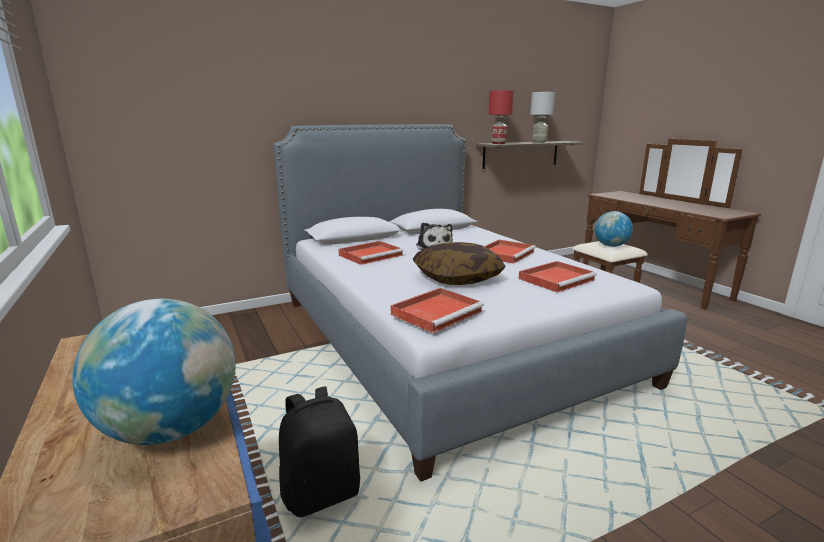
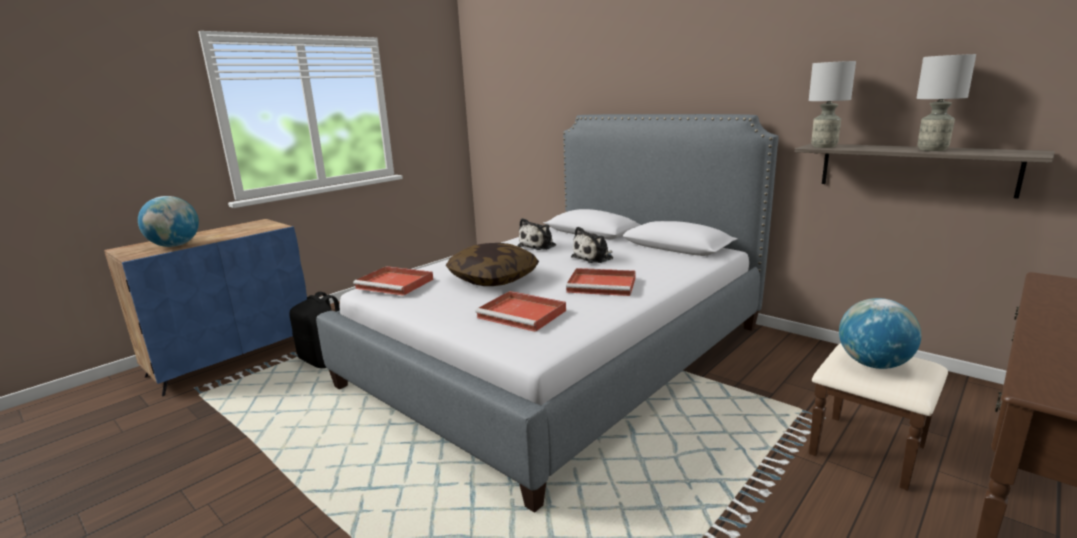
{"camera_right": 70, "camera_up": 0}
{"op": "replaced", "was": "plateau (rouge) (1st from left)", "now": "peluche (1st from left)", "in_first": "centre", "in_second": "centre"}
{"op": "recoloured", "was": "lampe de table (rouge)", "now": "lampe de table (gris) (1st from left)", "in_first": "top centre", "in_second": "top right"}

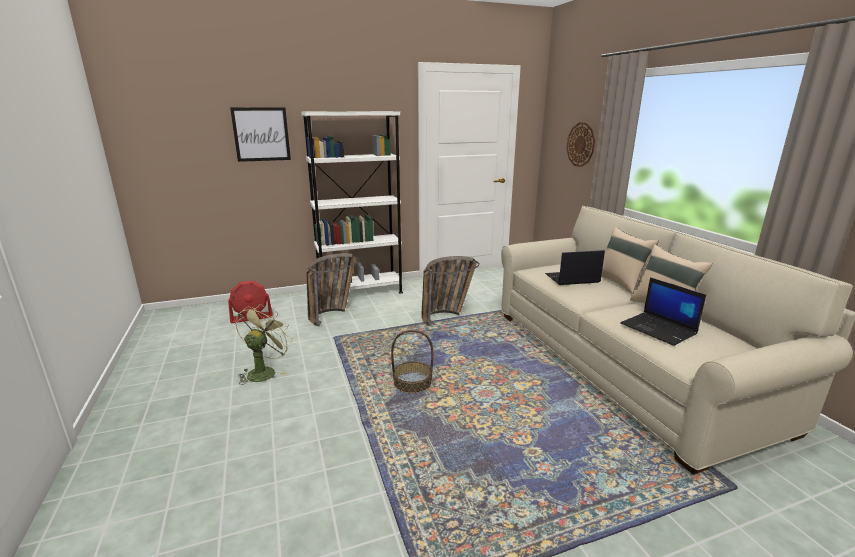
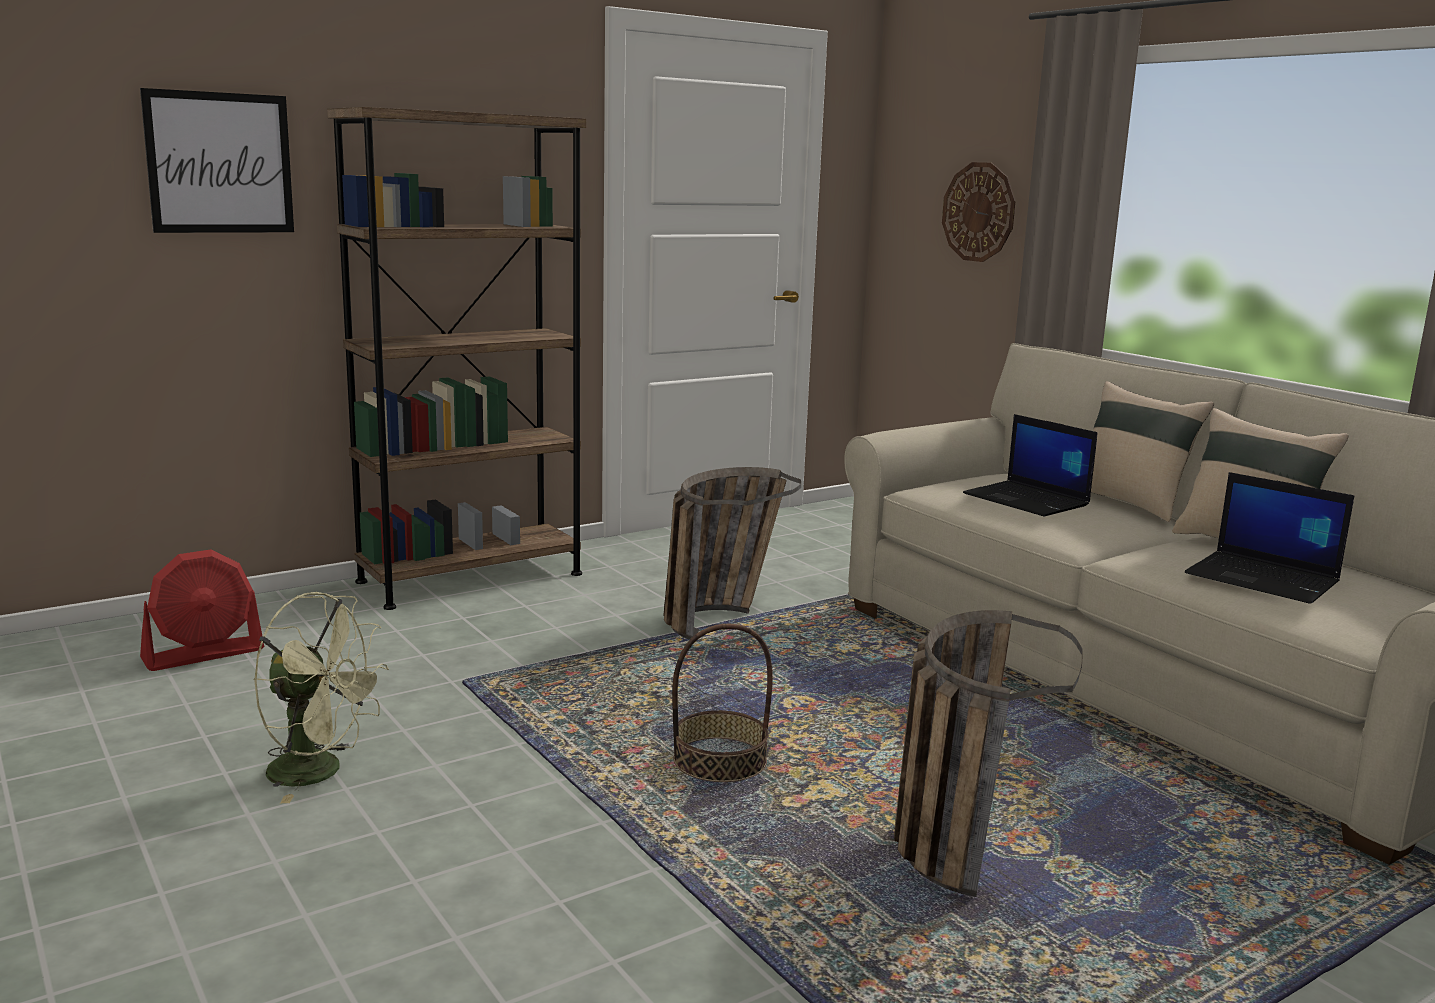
{"camera_right": -15, "camera_up": -5}
{"op": "turned", "was": "ventilateur (vert)", "in_first": "middle left", "in_second": "bottom left", "clockwise": 105}
{"op": "recoloured", "was": "bibliothèque (blanc)", "now": "bibliothèque (marron)", "in_first": "centre", "in_second": "middle left"}
{"op": "moved", "was": "panier (1st from left in the first image)", "now": "panier (3rd from left)", "in_first": "centre", "in_second": "bottom right"}
{"op": "turned", "was": "ordinateur portable (1st from left)", "in_first": "middle right", "in_second": "middle right", "clockwise": -105}

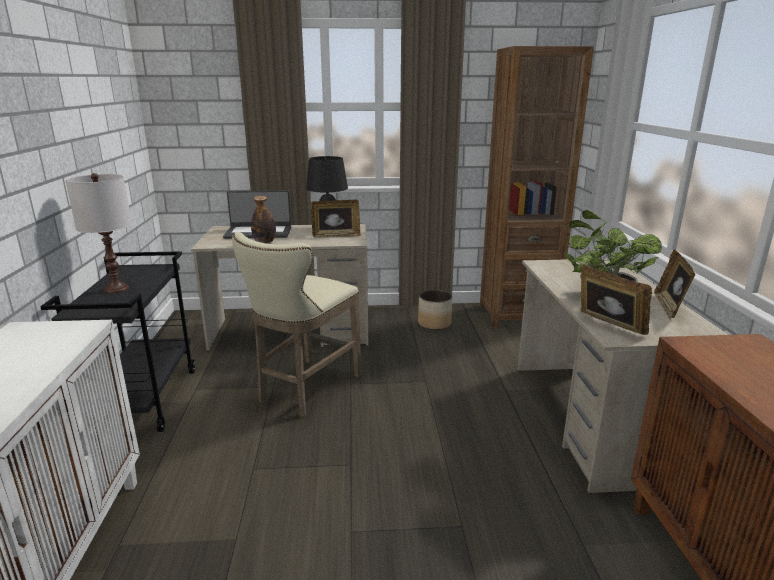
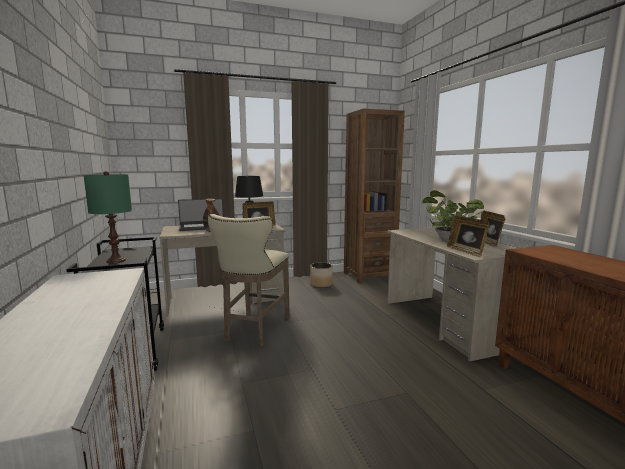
{"camera_right": -15, "camera_up": -10}
{"op": "recoloured", "was": "lampe de table (blanc)", "now": "lampe de table (vert)", "in_first": "middle left", "in_second": "middle left"}
{"op": "turned", "was": "cadre photo (2nd from left)", "in_first": "middle right", "in_second": "middle right", "clockwise": -150}

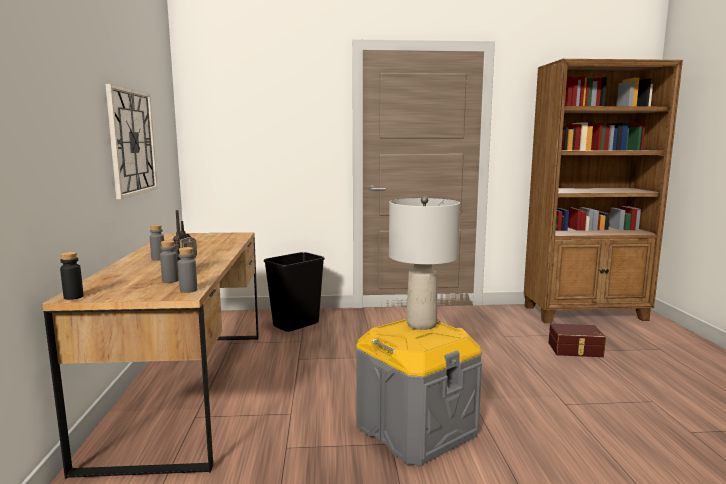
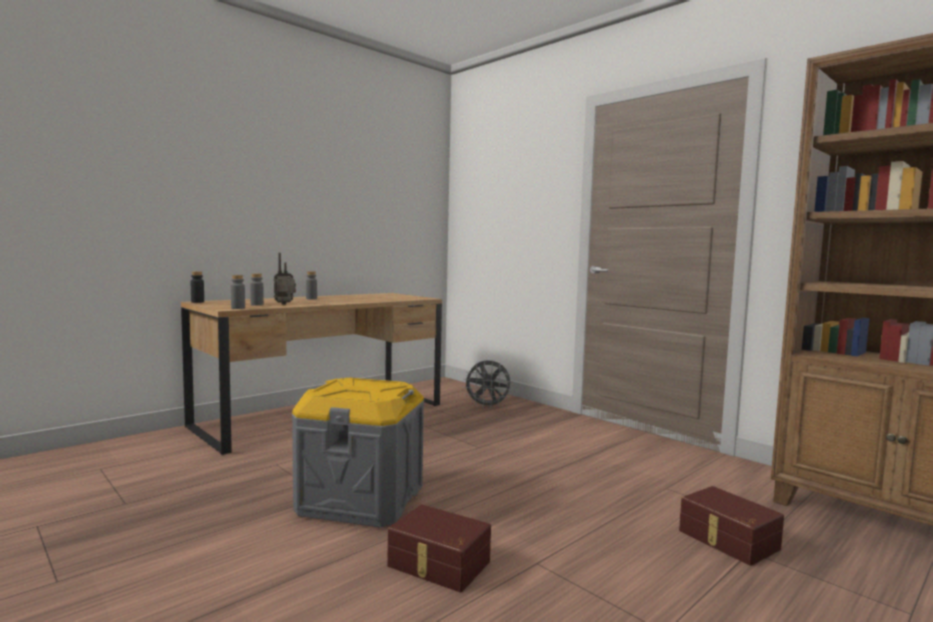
{"camera_right": 50, "camera_up": -5}
{"op": "removed", "was": "horloge murale", "in_first": "top left"}
{"op": "replaced", "was": "poubelle (noir)", "now": "ventilateur (gris)", "in_first": "centre", "in_second": "centre"}
{"op": "removed", "was": "lampe de table (gris)", "in_first": "centre"}
{"op": "added", "now": "boîte de rangement (marron) (1st from left)", "in_second": "bottom centre"}

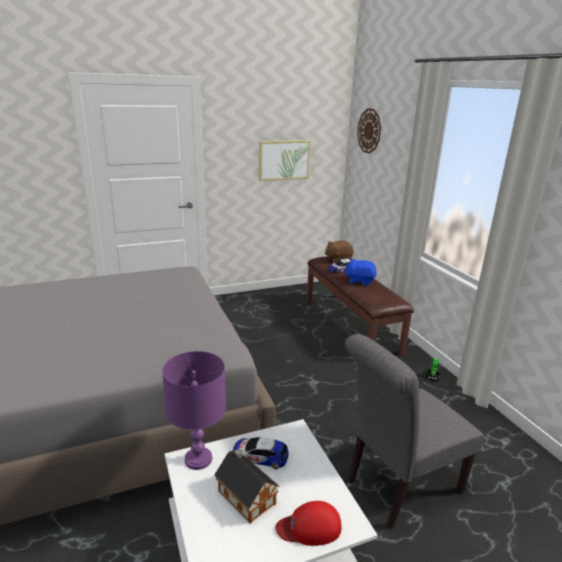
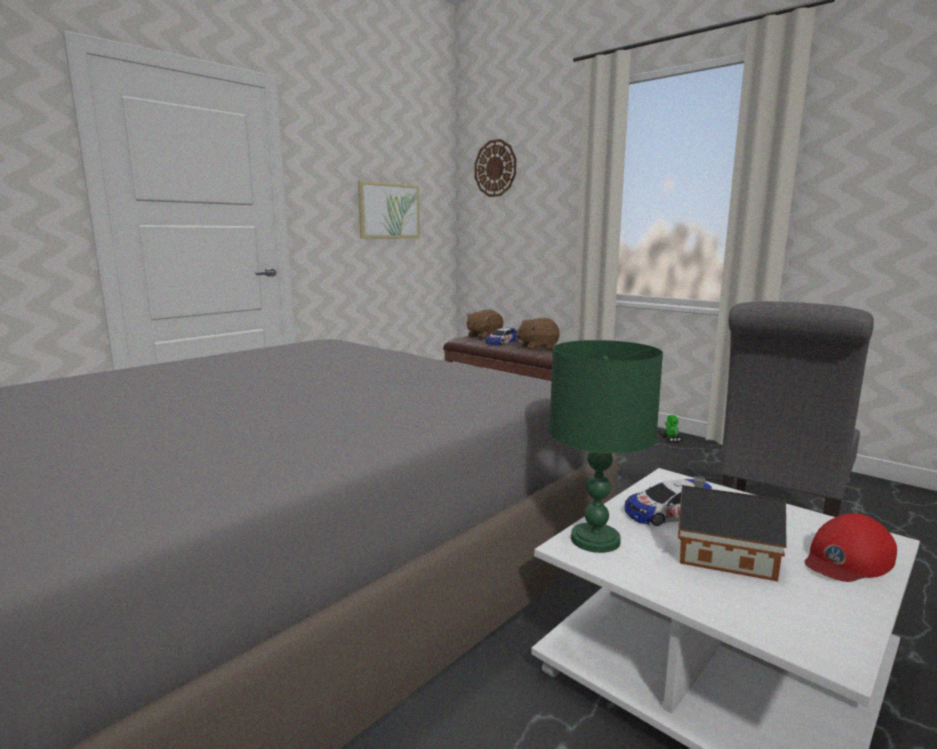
{"camera_right": -25, "camera_up": -10}
{"op": "recoloured", "was": "lampe de table (violet)", "now": "lampe de table (vert)", "in_first": "bottom centre", "in_second": "centre"}
{"op": "recoloured", "was": "peluche (bleu)", "now": "peluche (marron) (2nd from left)", "in_first": "centre", "in_second": "centre"}

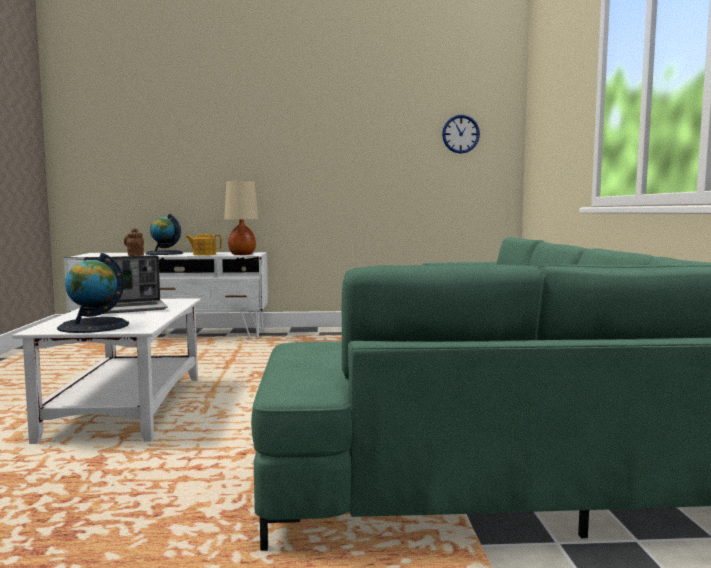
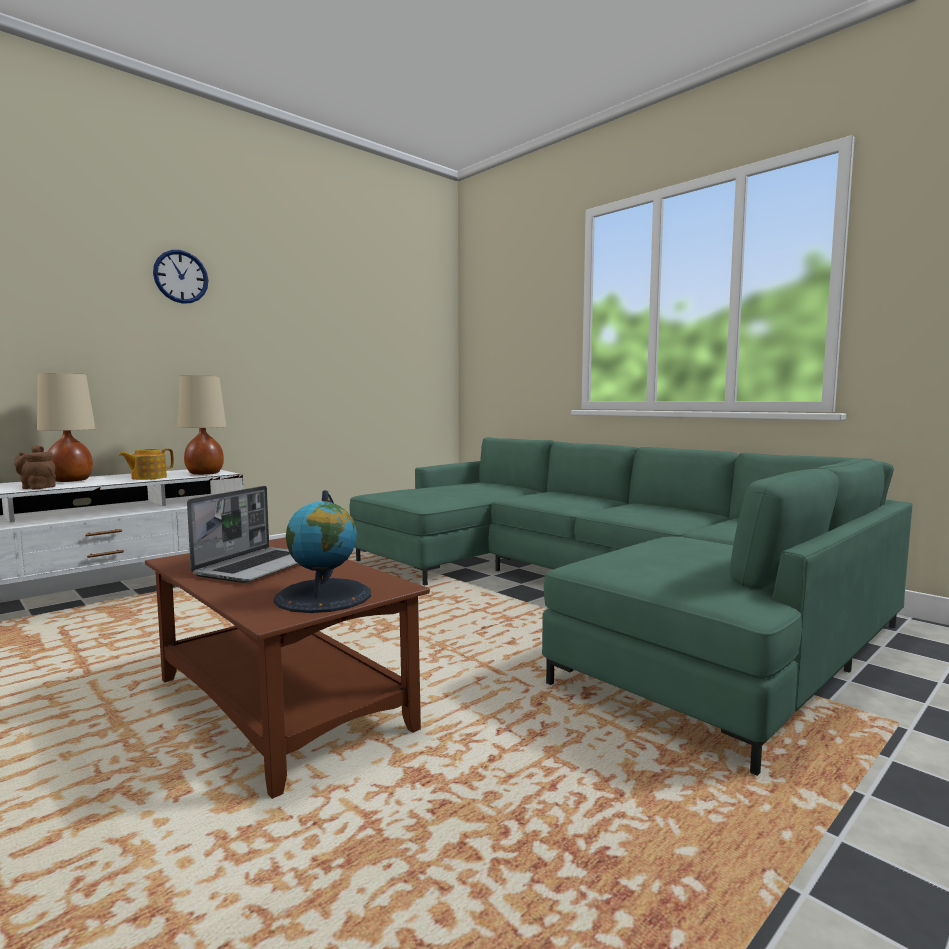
{"camera_right": -40, "camera_up": 0}
{"op": "recoloured", "was": "table basse (blanc)", "now": "table basse (marron)", "in_first": "middle left", "in_second": "bottom left"}
{"op": "replaced", "was": "globe (2nd from left)", "now": "lampe de table (beige) (1st from left)", "in_first": "middle left", "in_second": "middle left"}
{"op": "moved", "was": "horloge murale", "in_first": "top centre", "in_second": "top left"}

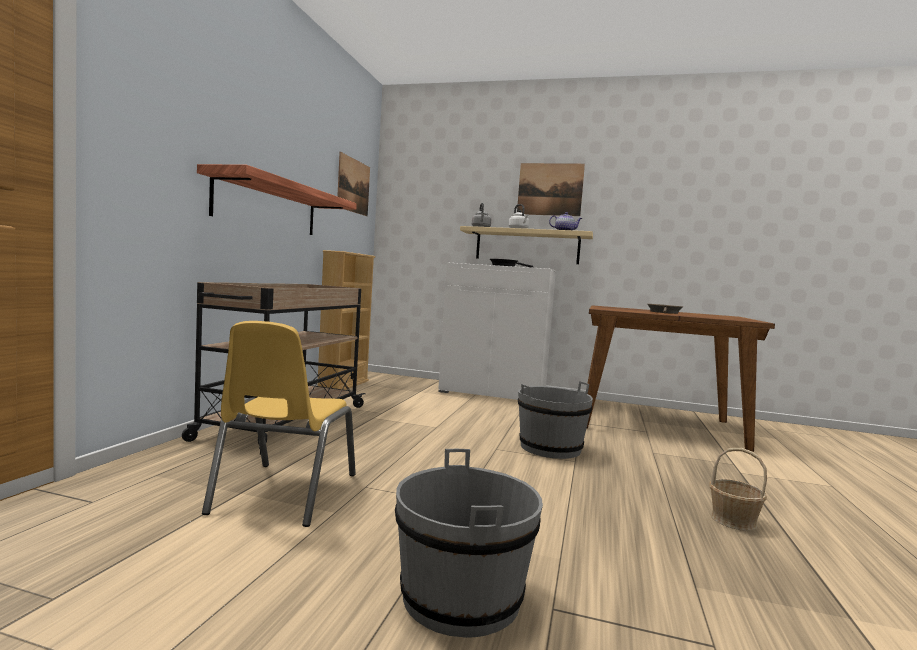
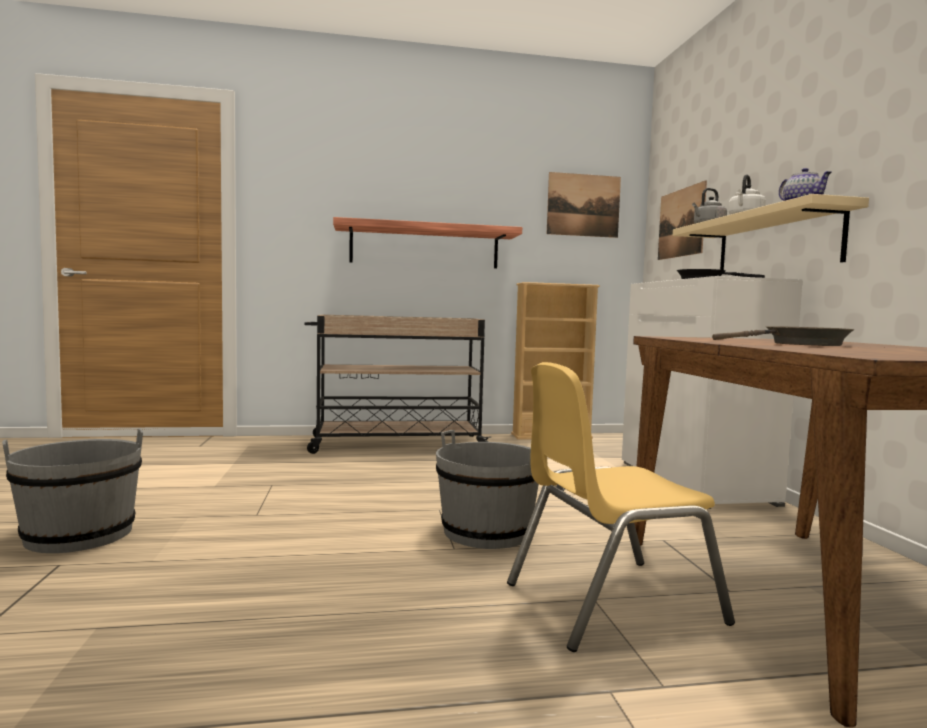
{"camera_right": 65, "camera_up": 0}
{"op": "moved", "was": "chaise (jaune)", "in_first": "middle left", "in_second": "bottom right"}
{"op": "moved", "was": "tableau (2nd from left)", "in_first": "top centre", "in_second": "top right"}
{"op": "removed", "was": "panier", "in_first": "bottom right"}

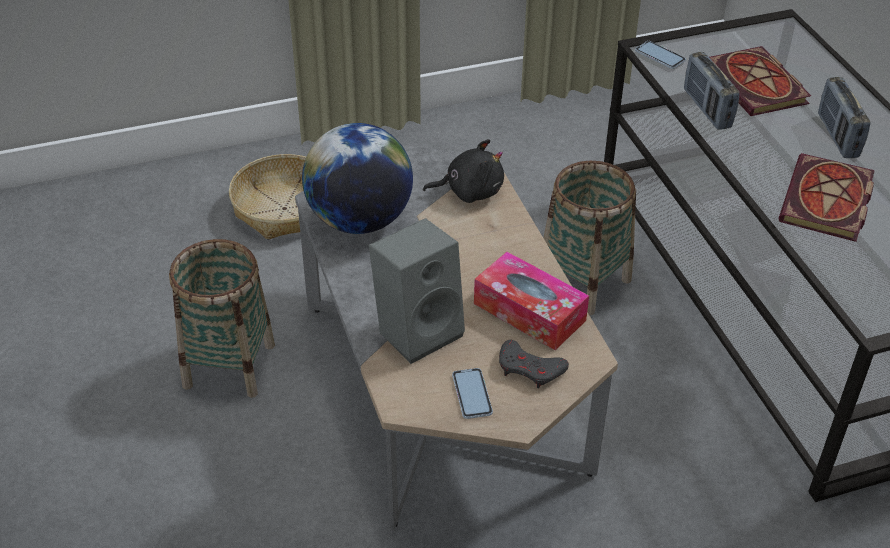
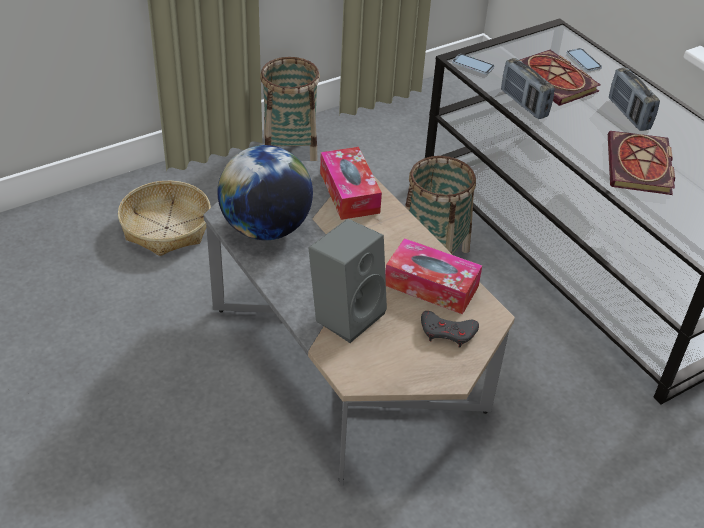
{"camera_right": -15, "camera_up": 0}
{"op": "moved", "was": "panier (1st from left in the first image)", "now": "panier (2nd from left)", "in_first": "middle left", "in_second": "top centre"}
{"op": "replaced", "was": "peluche (noir)", "now": "boîte à mouchoirs (1st from left)", "in_first": "top centre", "in_second": "centre"}
{"op": "moved", "was": "téléphone (1st from left in the first image)", "now": "téléphone (2nd from left)", "in_first": "bottom centre", "in_second": "top right"}

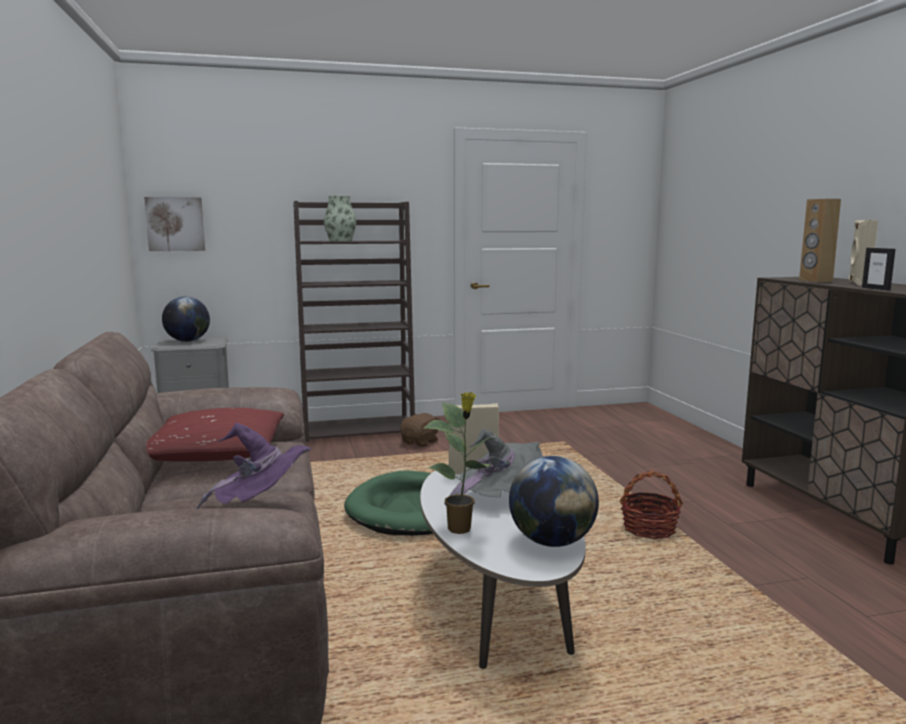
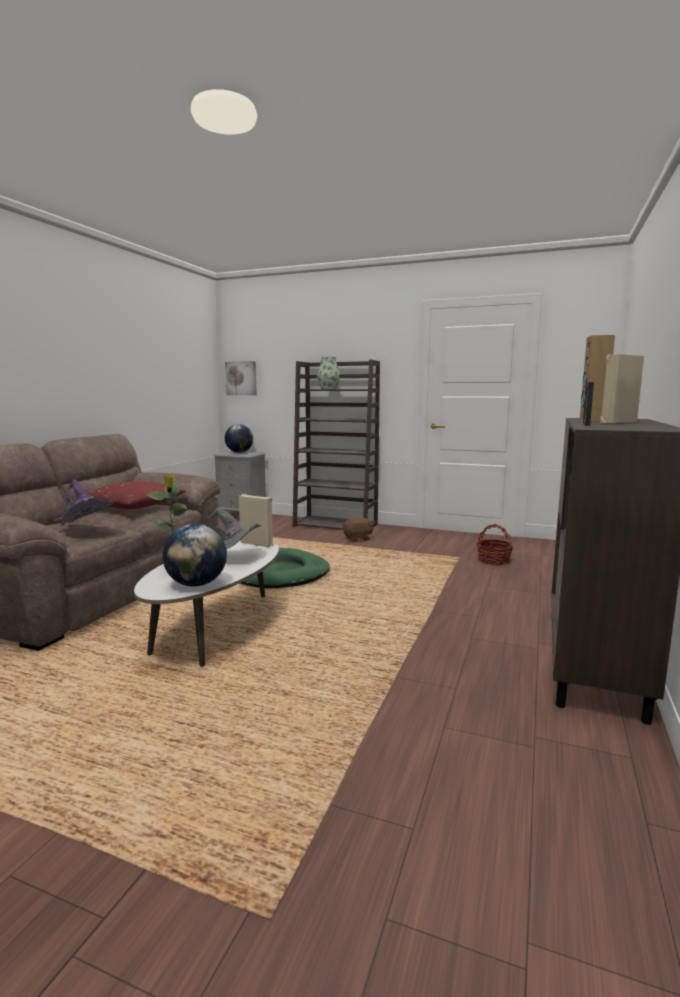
{"camera_right": 35, "camera_up": 0}
{"op": "moved", "was": "panier", "in_first": "bottom right", "in_second": "middle right"}

